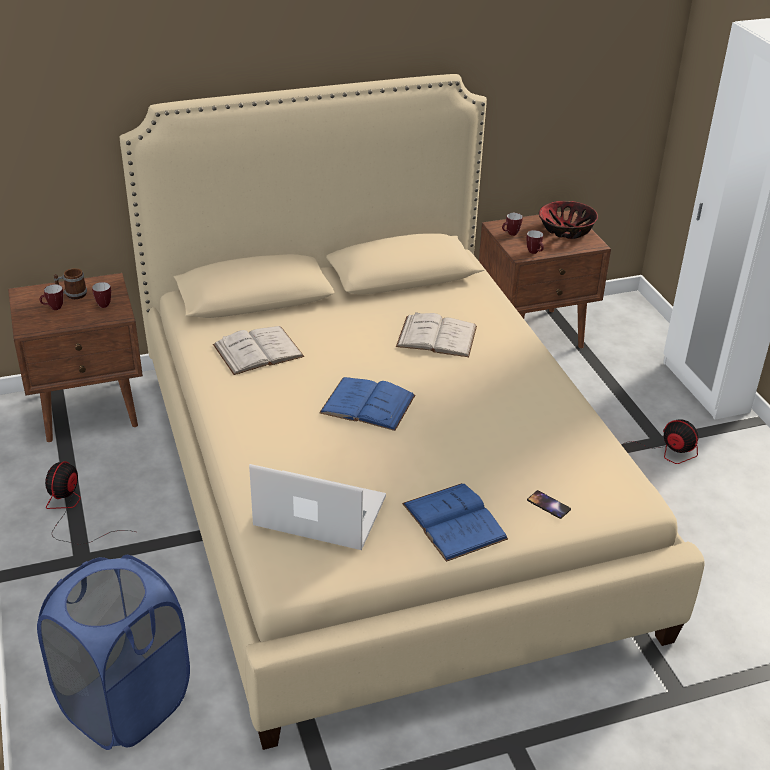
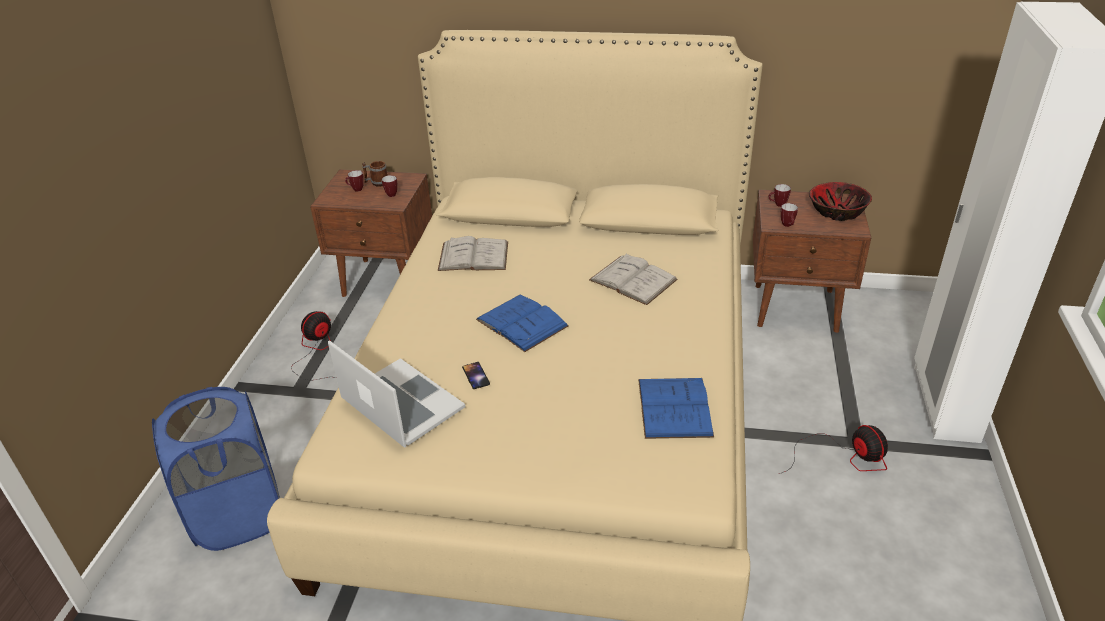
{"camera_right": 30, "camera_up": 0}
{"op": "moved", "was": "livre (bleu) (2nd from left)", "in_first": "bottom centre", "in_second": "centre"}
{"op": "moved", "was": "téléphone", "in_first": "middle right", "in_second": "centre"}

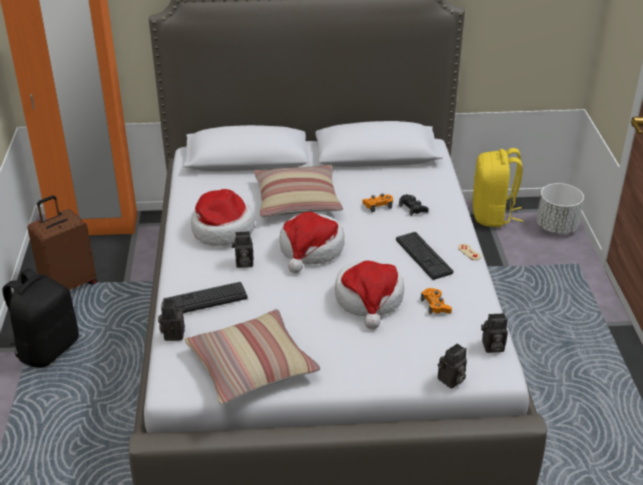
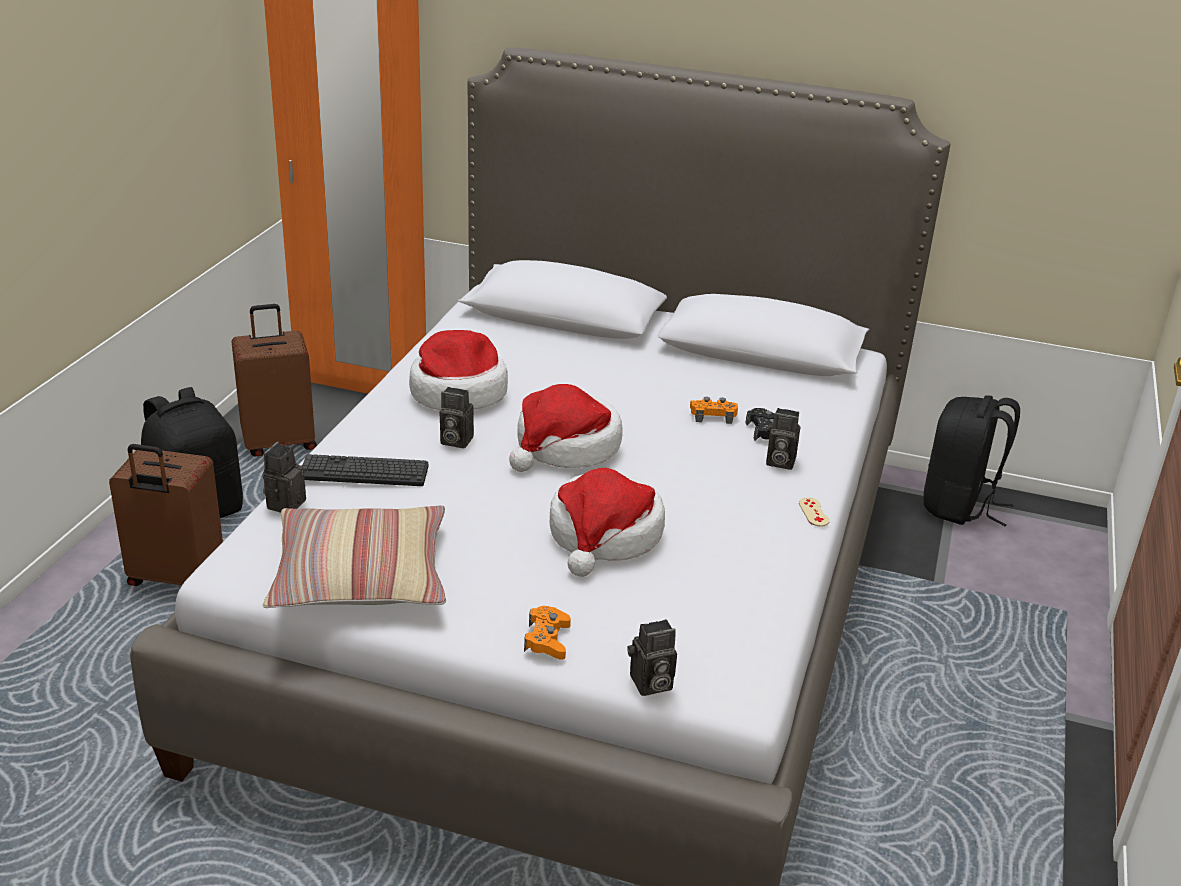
{"camera_right": 20, "camera_up": -5}
{"op": "removed", "was": "coussin (2nd from left)", "in_first": "centre"}
{"op": "removed", "was": "clavier (2nd from left)", "in_first": "centre"}
{"op": "moved", "was": "manette (orange) (2nd from left in the first image)", "now": "manette (orange) (1st from left)", "in_first": "middle right", "in_second": "bottom centre"}
{"op": "recoloured", "was": "sac à dos (jaune)", "now": "sac à dos (noir) (2nd from left)", "in_first": "middle right", "in_second": "middle right"}
{"op": "moved", "was": "appareil photo (4th from left)", "in_first": "bottom right", "in_second": "centre"}
{"op": "removed", "was": "cache-pot (blanc)", "in_first": "middle right"}
{"op": "added", "now": "valise (marron) (1st from left)", "in_second": "middle left"}

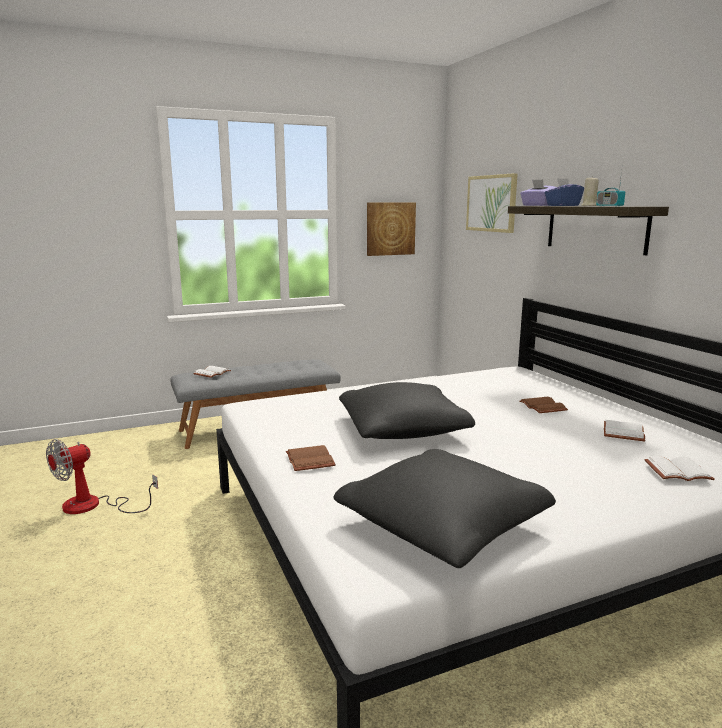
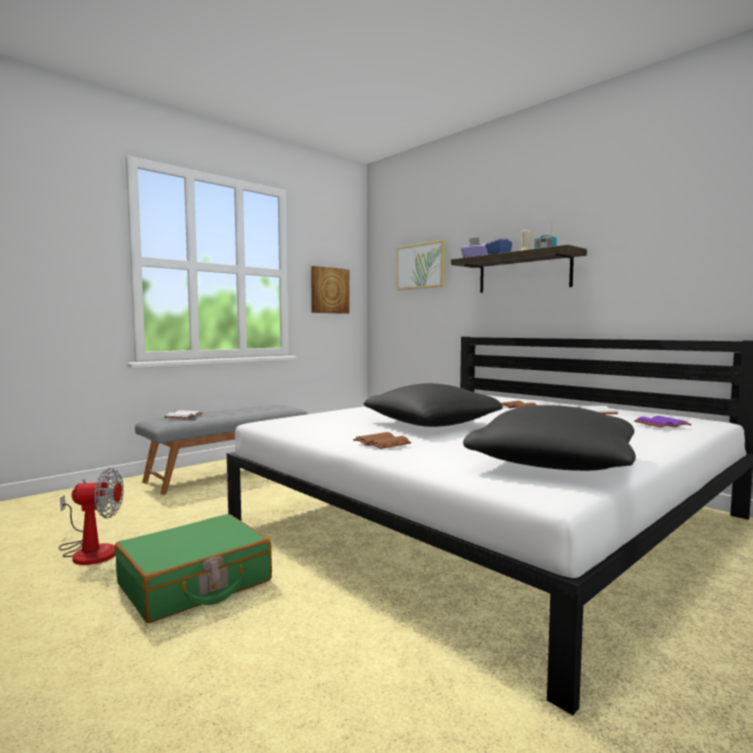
{"camera_right": -20, "camera_up": -10}
{"op": "turned", "was": "ventilateur", "in_first": "middle left", "in_second": "bottom left", "clockwise": -120}
{"op": "recoloured", "was": "livre (blanc) (3rd from left)", "now": "livre (violet)", "in_first": "middle right", "in_second": "middle right"}
{"op": "added", "now": "valise (vert)", "in_second": "bottom left"}

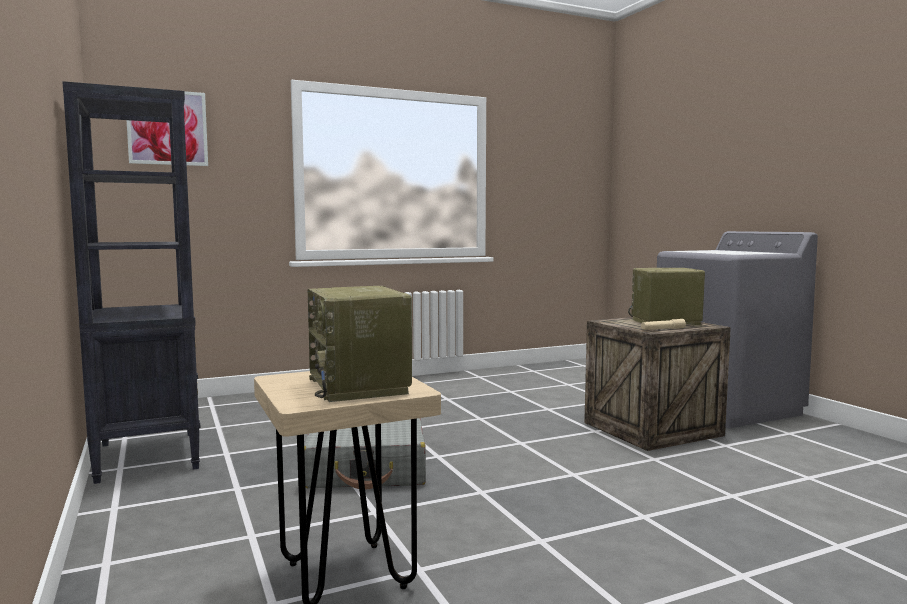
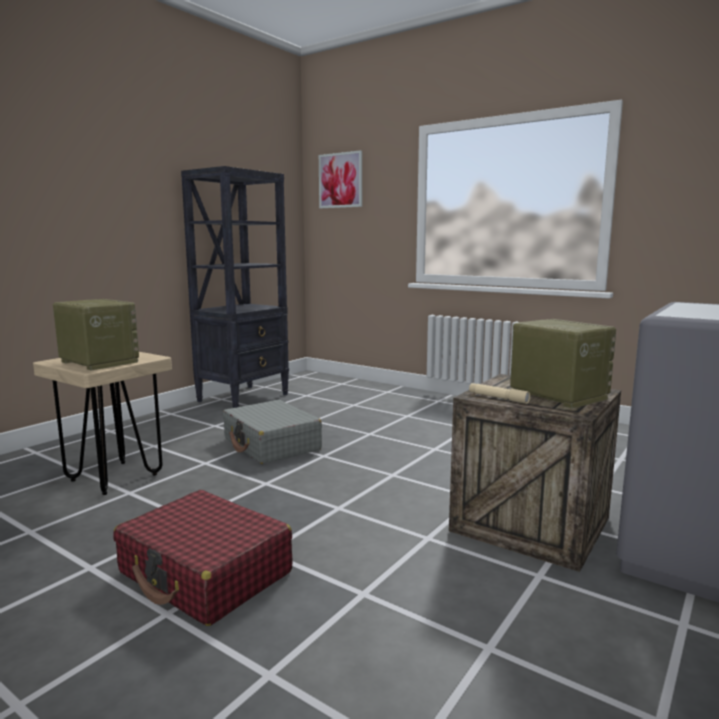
{"camera_right": 60, "camera_up": 5}
{"op": "turned", "was": "radio (1st from left)", "in_first": "centre", "in_second": "middle left", "clockwise": 90}
{"op": "added", "now": "valise (rouge)", "in_second": "bottom left"}

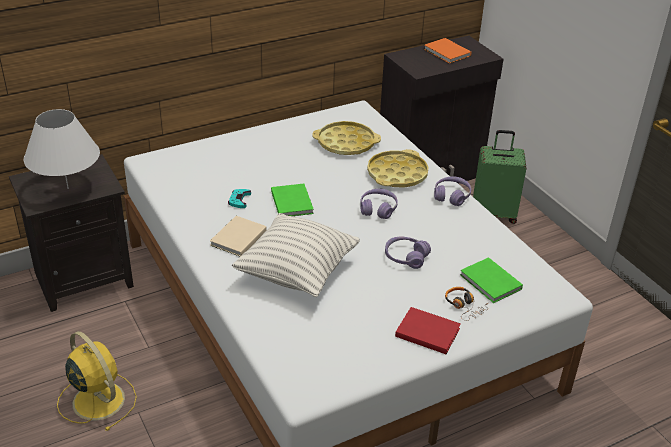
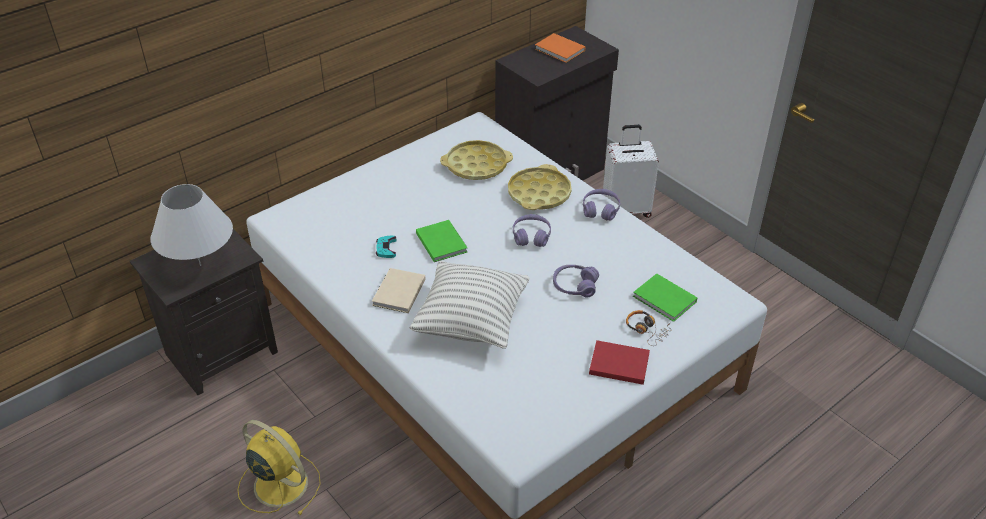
{"camera_right": -10, "camera_up": 5}
{"op": "recoloured", "was": "valise (vert)", "now": "valise (blanc)", "in_first": "middle right", "in_second": "top centre"}

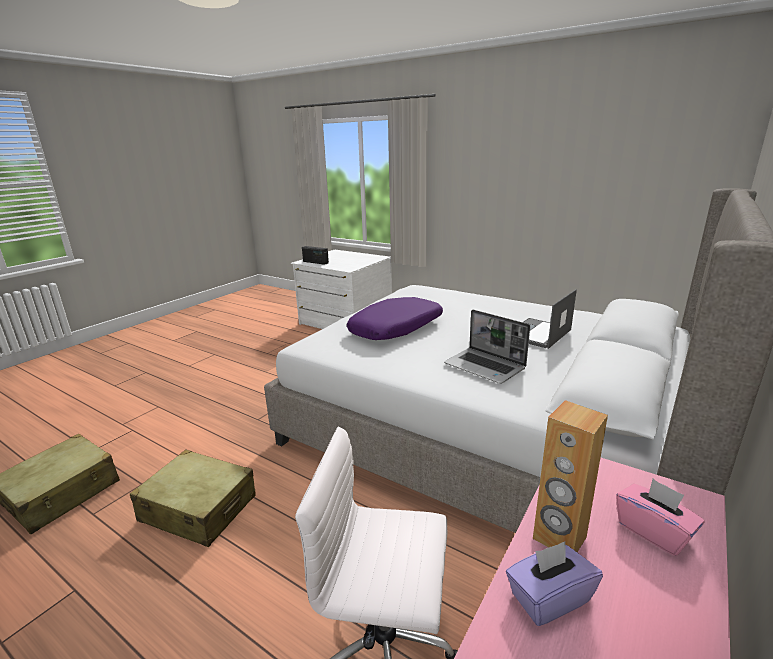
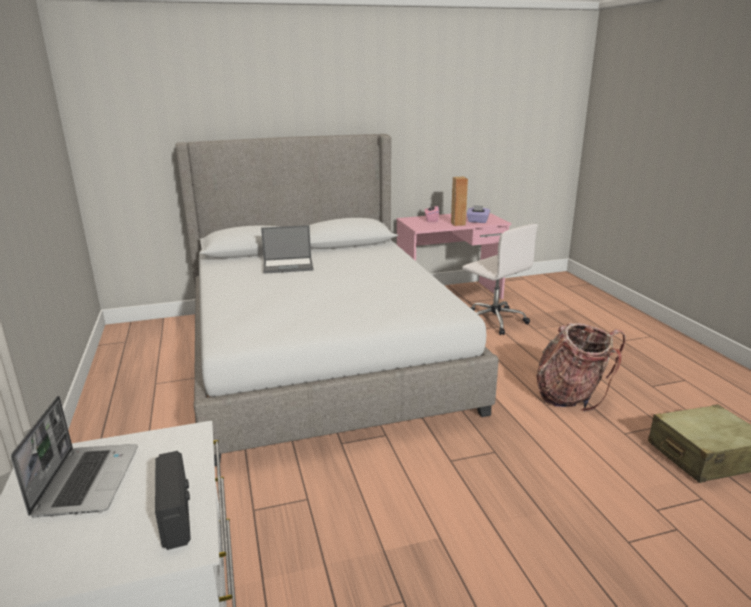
{"camera_right": -140, "camera_up": 0}
{"op": "replaced", "was": "valise (beige) (2nd from left)", "now": "sac à dos", "in_first": "bottom left", "in_second": "middle right"}
{"op": "removed", "was": "coussin (violet)", "in_first": "centre"}
{"op": "moved", "was": "ordinateur portable (1st from left)", "in_first": "centre", "in_second": "bottom left"}

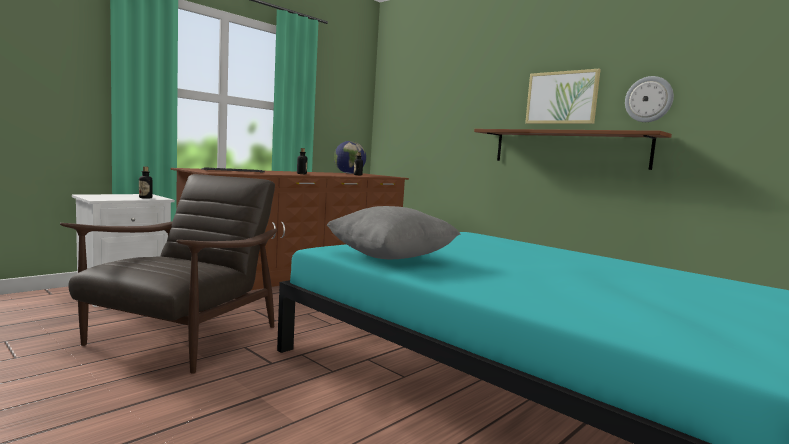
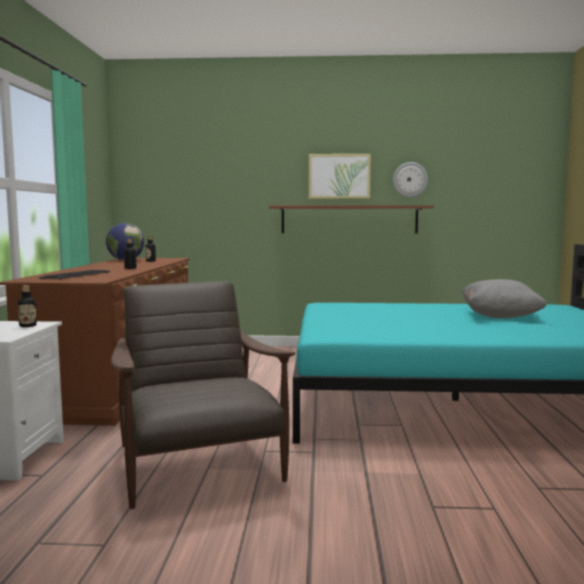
{"camera_right": -40, "camera_up": 0}
{"op": "moved", "was": "coussin (gris)", "in_first": "centre", "in_second": "middle right"}

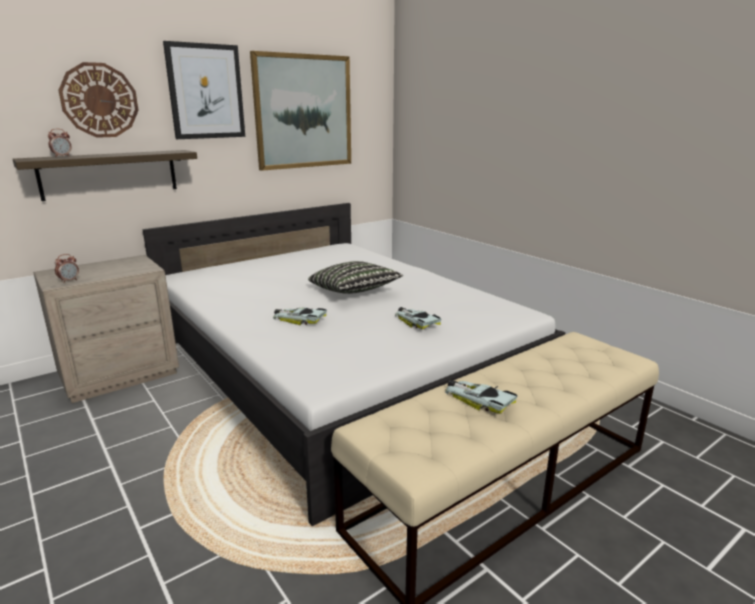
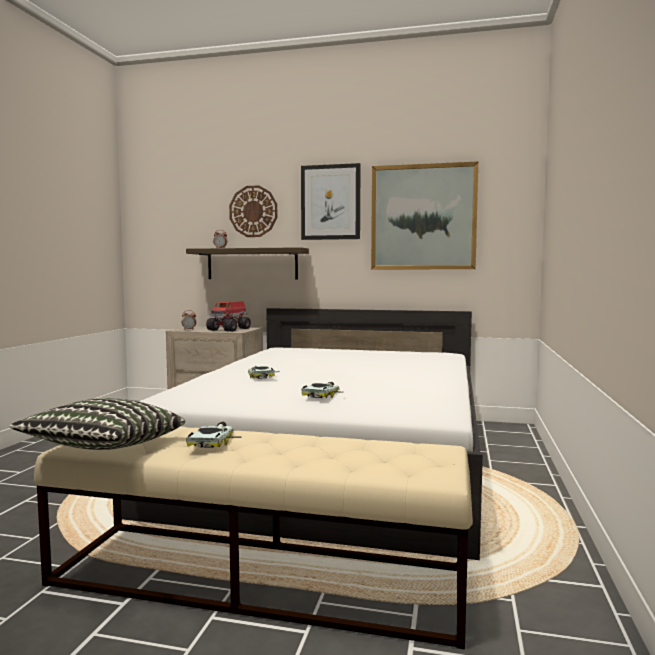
{"camera_right": 50, "camera_up": -15}
{"op": "moved", "was": "coussin", "in_first": "centre", "in_second": "middle left"}
{"op": "added", "now": "camion jouet", "in_second": "centre"}

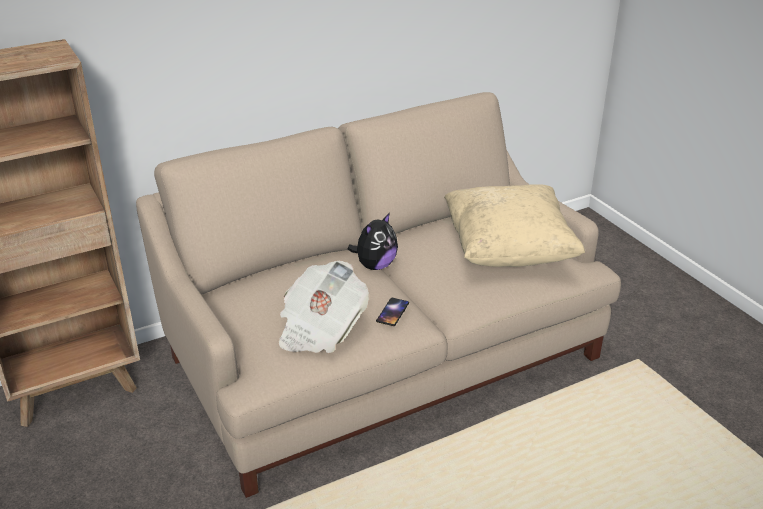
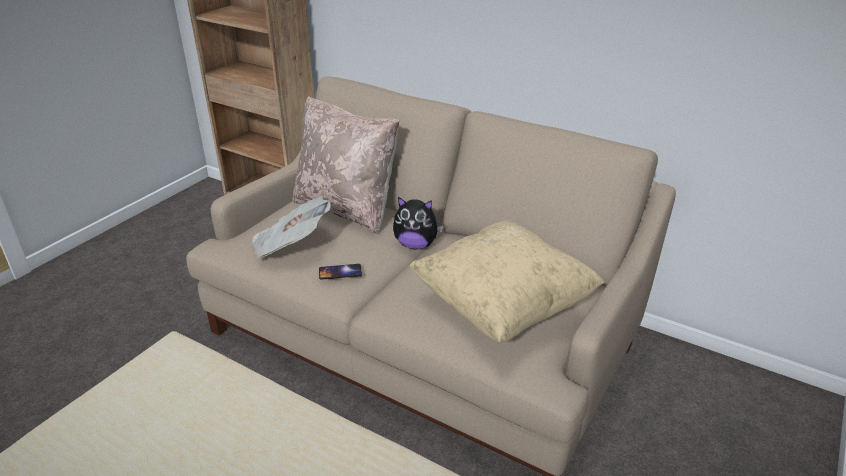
{"camera_right": 60, "camera_up": 0}
{"op": "added", "now": "coussin (beige) (1st from left)", "in_second": "centre"}

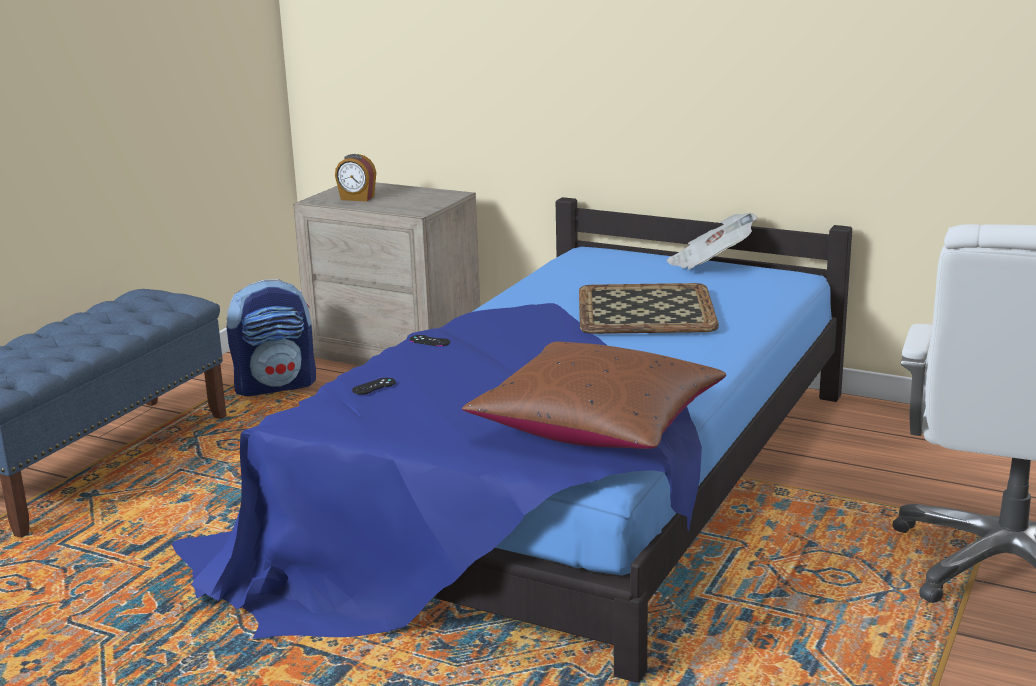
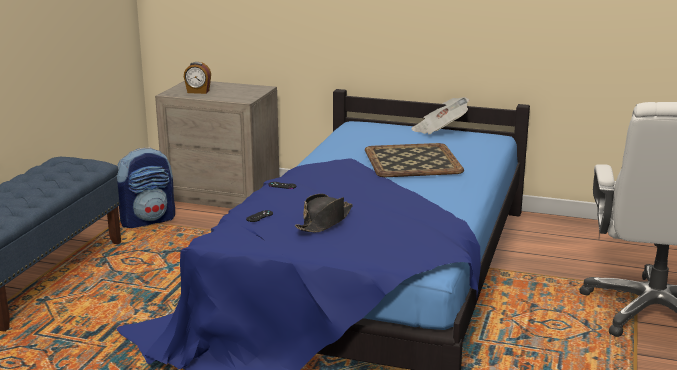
{"camera_right": -10, "camera_up": 0}
{"op": "removed", "was": "coussin (marron)", "in_first": "centre"}
{"op": "added", "now": "chapeau (noir)", "in_second": "centre"}

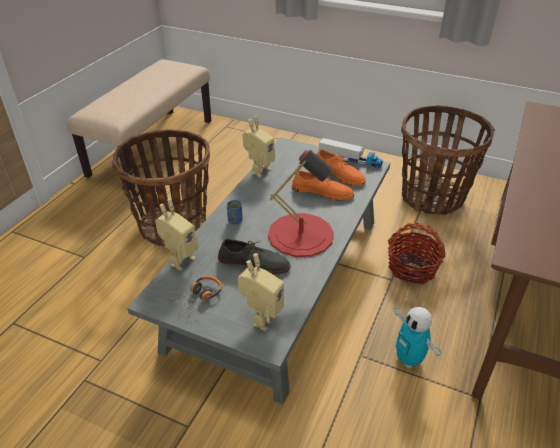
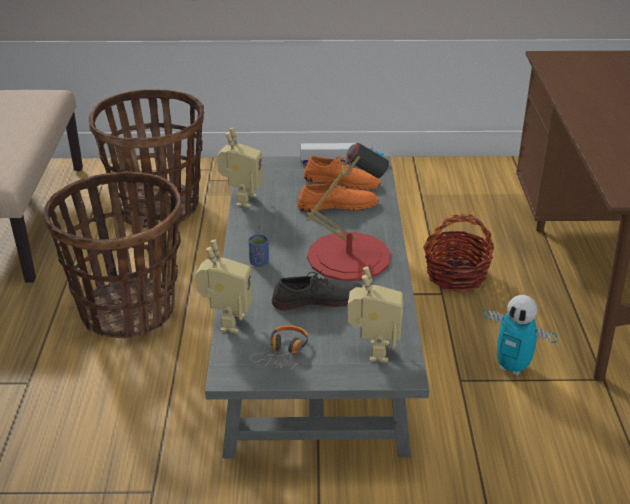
{"camera_right": -25, "camera_up": -5}
{"op": "moved", "was": "panier (3rd from left in the first image)", "now": "panier (2nd from left)", "in_first": "middle right", "in_second": "top left"}

